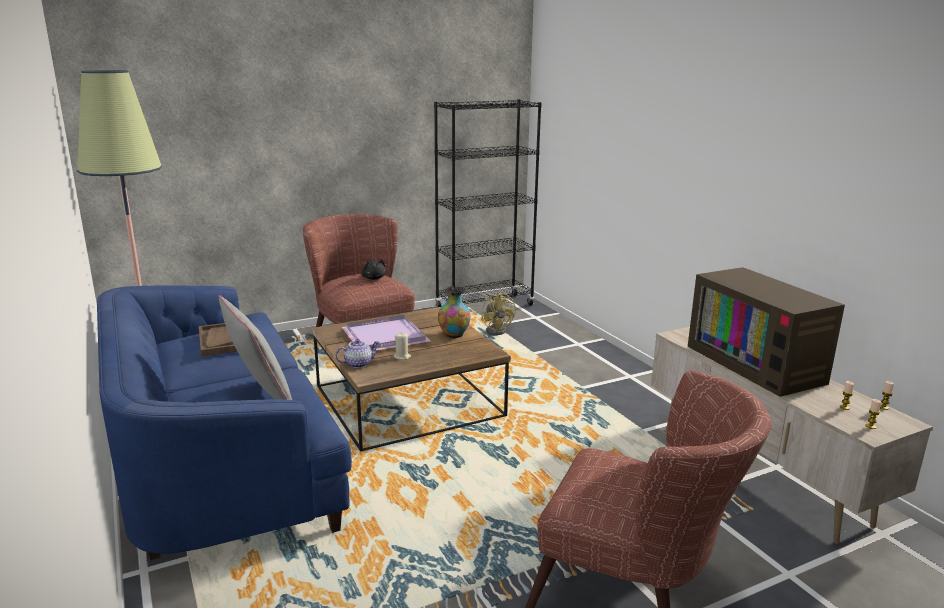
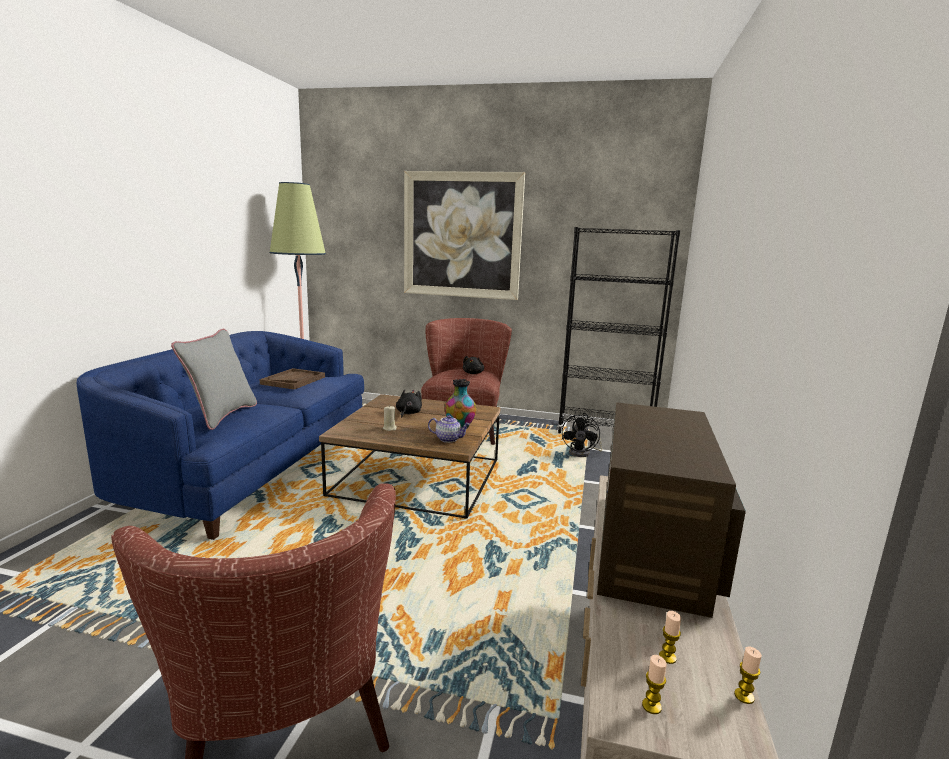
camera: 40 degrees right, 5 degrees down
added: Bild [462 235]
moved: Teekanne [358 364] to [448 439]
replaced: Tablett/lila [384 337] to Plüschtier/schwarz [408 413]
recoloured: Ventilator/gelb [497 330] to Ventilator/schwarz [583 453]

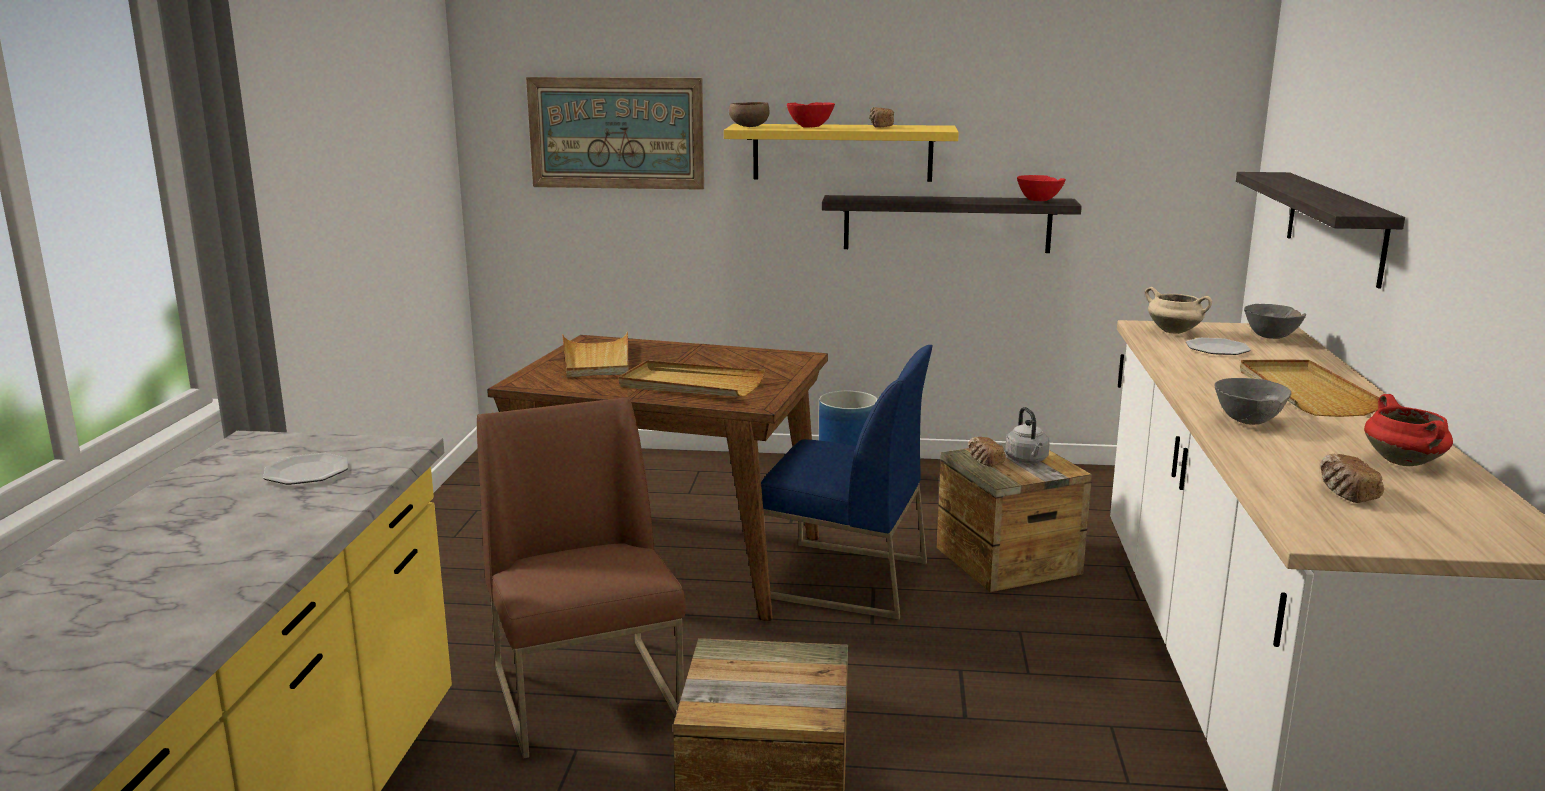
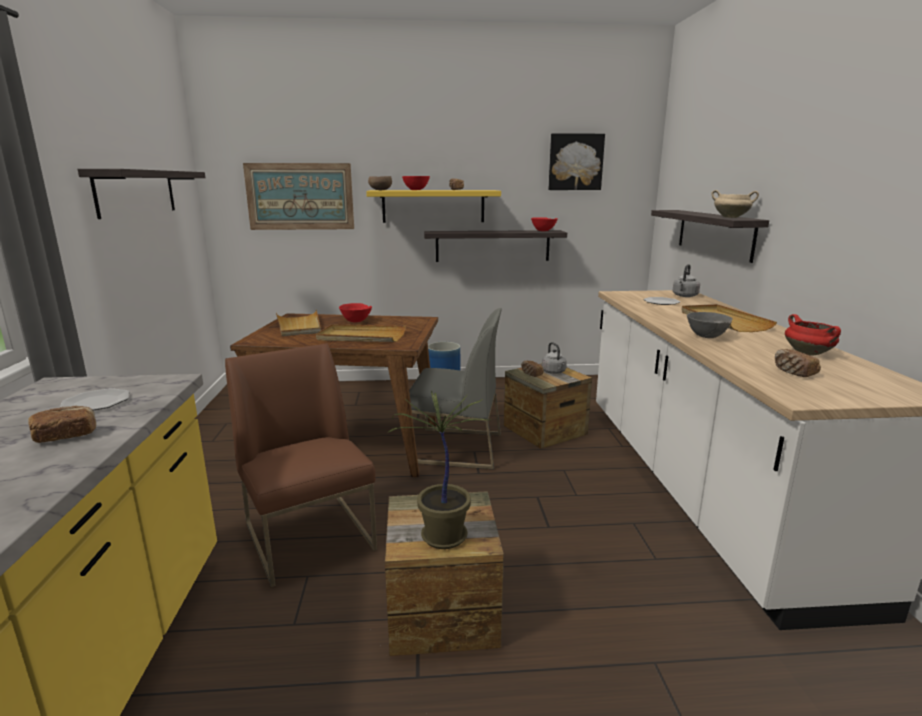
camera: 10 degrees left, 0 degrees up
added: Brot [66 436]; Wandregal [137 192]; Schüssel/rot [356 321]; Topfpflanze [442 537]; Bild [575 162]
moved: Kochtopf/beige [1175 331] to [731 217]
replaced: Schüssel/grau [1271 337] to Wasserkessel/grau [684 296]
recoloured: Stuhl/blau [844 579] to Stuhl/grau [456 448]

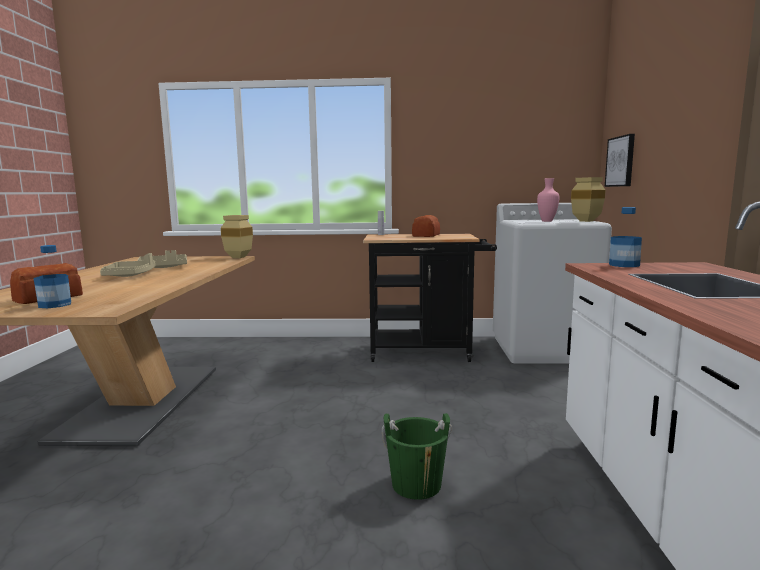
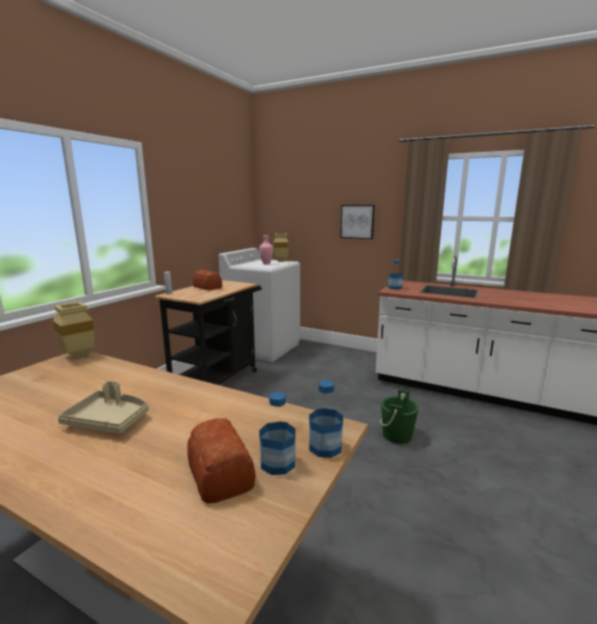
camera: 65 degrees left, 5 degrees up
removed: Tablett/beige [164 267]
added: Flasche [325 447]
moved: Bild [621 161] to [357 221]

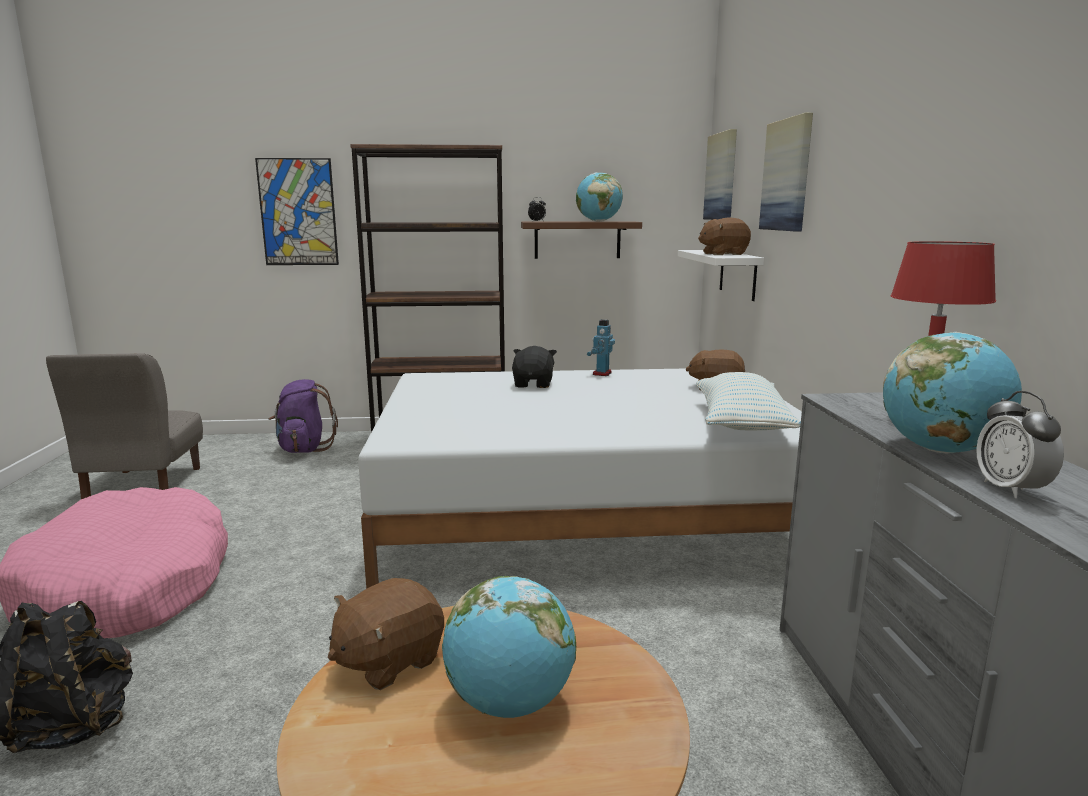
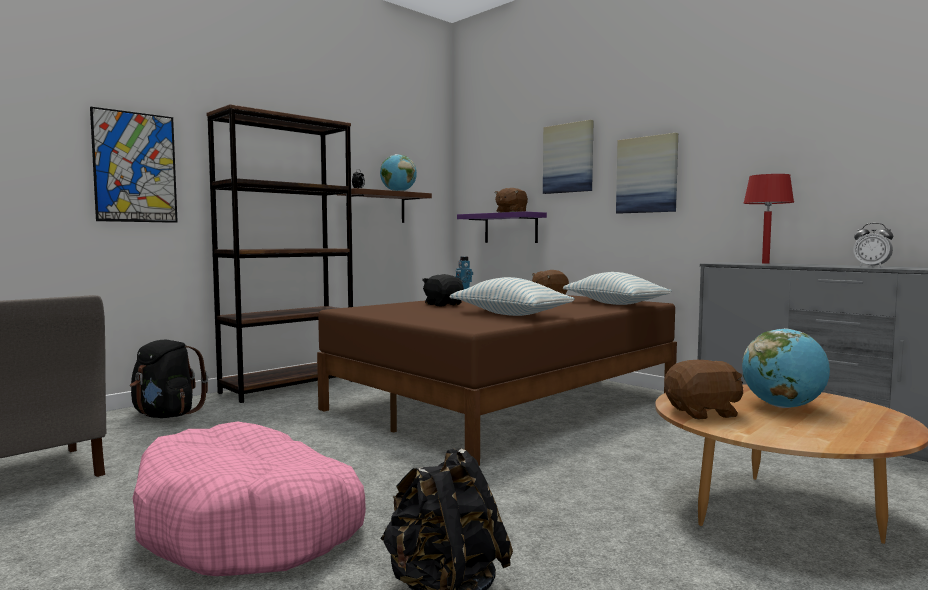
camera: 40 degrees left, 10 degrees down
removed: Globus [941 450]
added: Kissen [510 314]
moved: Bild [721 177] to [647 175]
recoloured: Rucksack/lila [304 449] to Rucksack/schwarz [166 415]; Bett/weiß [586 520] to Bett/braun [505 401]; Wandregal/weiß [738 274] to Wandregal/lila [510 228]
turned: Plüschtier/braun [388 661] = [703 413] 105 degrees counterclockwise

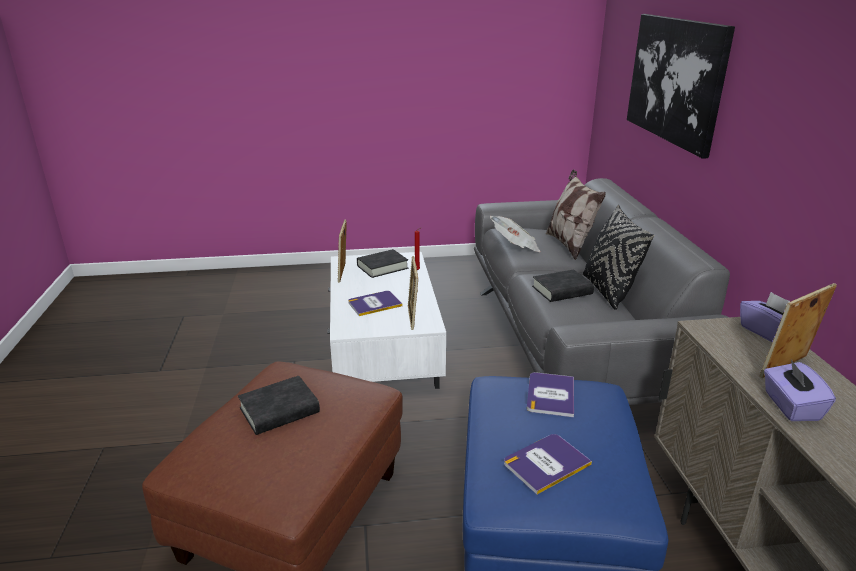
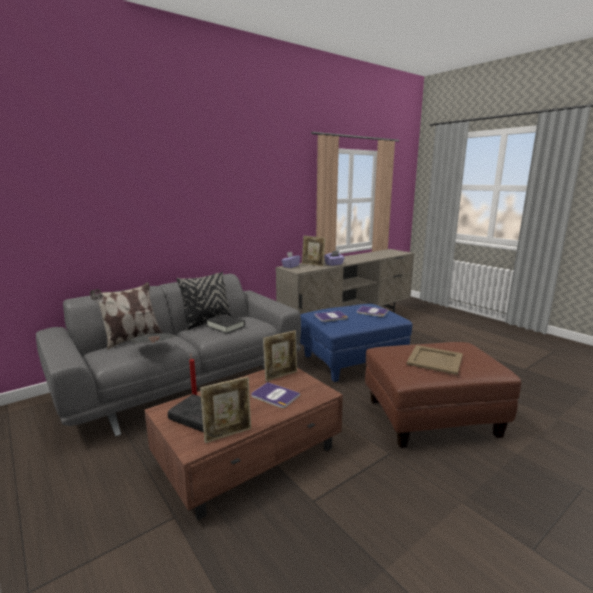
camera: 120 degrees left, 10 degrees down
removed: Bild [675 80]
replaced: Buch/schwarz [279 411] to Tablett/beige [434 359]
recoloured: Couchtisch/weiß [383 347] to Couchtisch/braun [250 455]

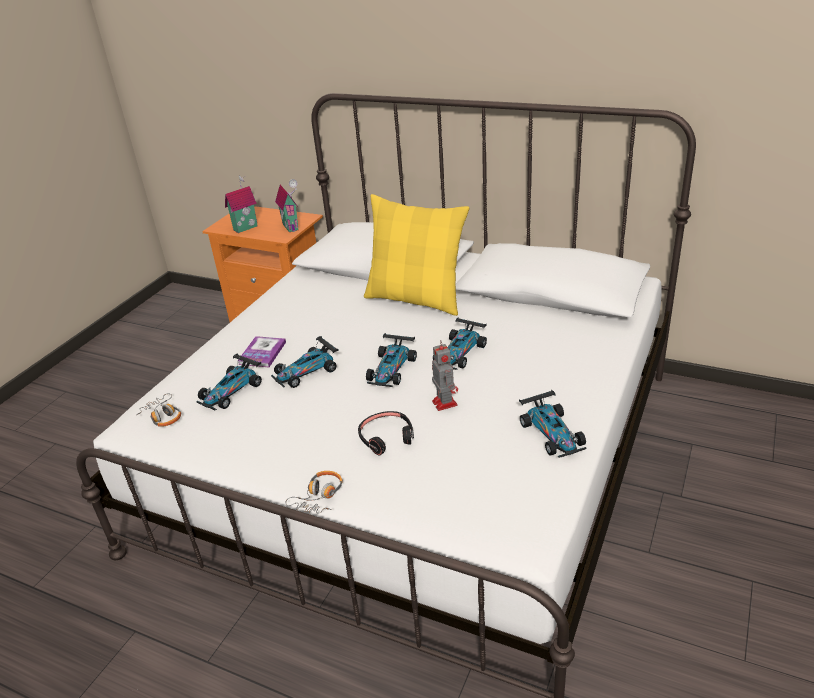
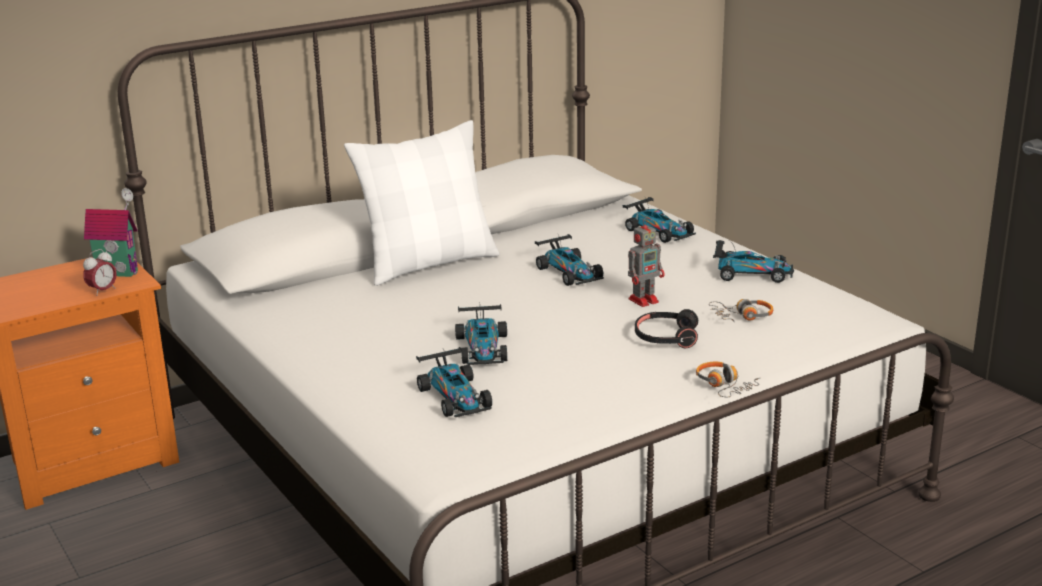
camera: 60 degrees left, 10 degrees down
removed: Spielzeughaus [245 227]; Buch [262 353]
added: Wecker [102 291]
moved: Kopfhörer [163 416] to [742 316]; Spielzeugauto [391 369] to [659 231]
recoloured: Kissen/gelb [416 299] to Kissen/weiß [429 264]
turned: Spielzeugroboter [444 402] = [644 300] 135 degrees clockwise

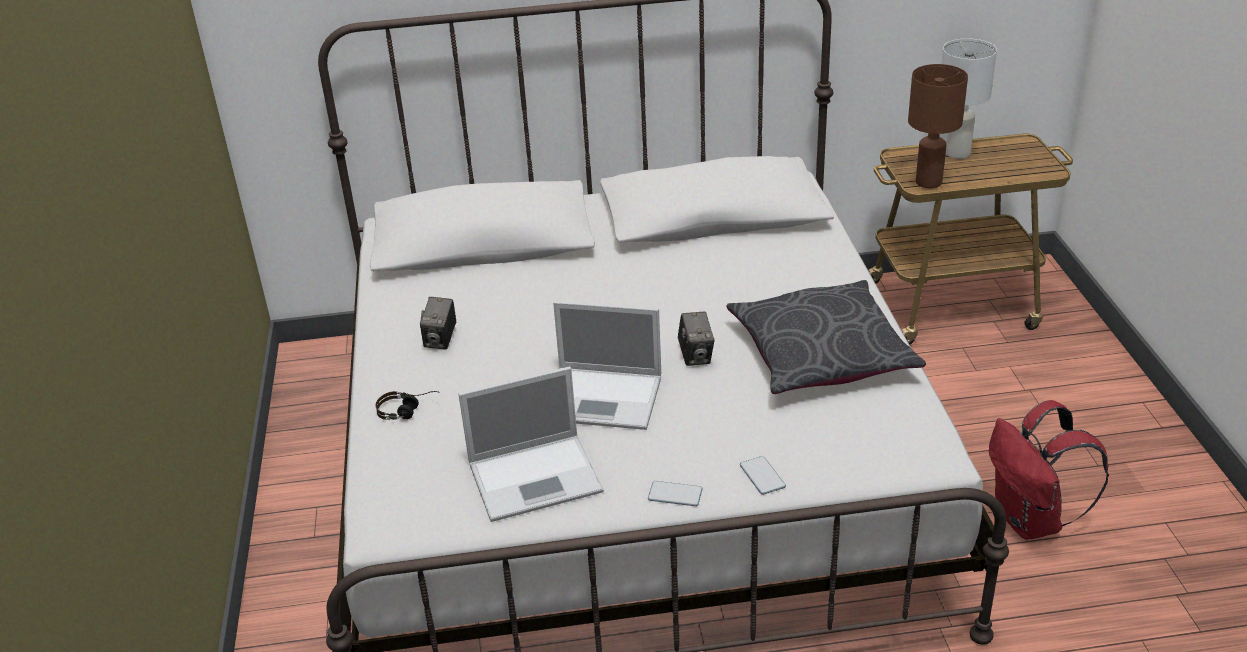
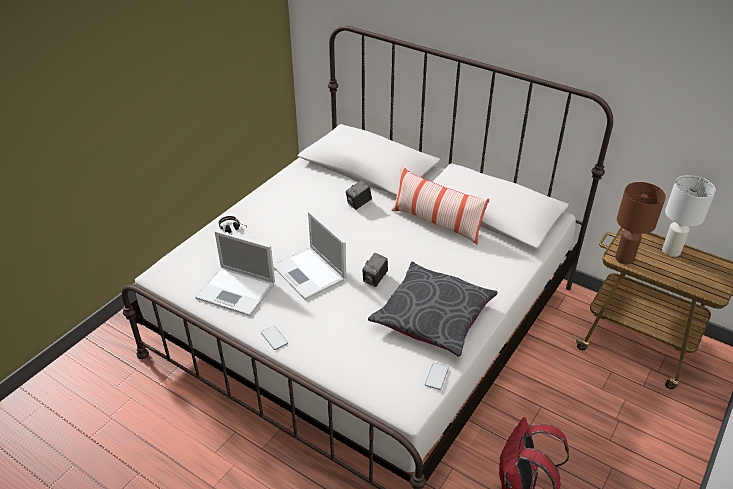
camera: 40 degrees right, 5 degrees up
added: Kissen [436 223]
moved: Kamera [441 340] to [359 204]; Handy [762 476] to [436 376]

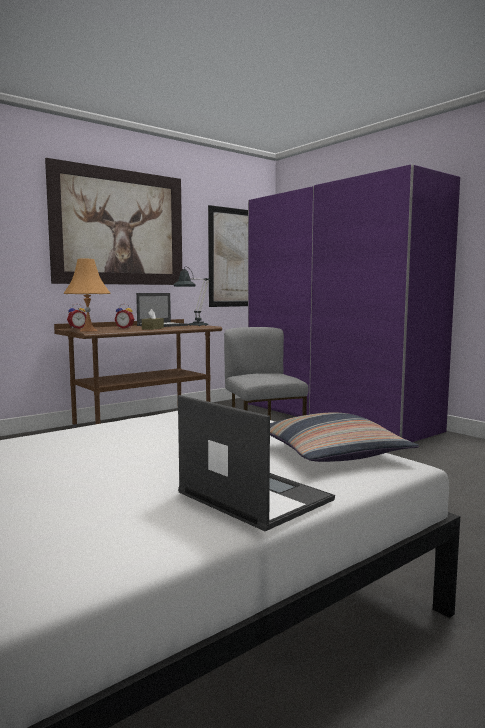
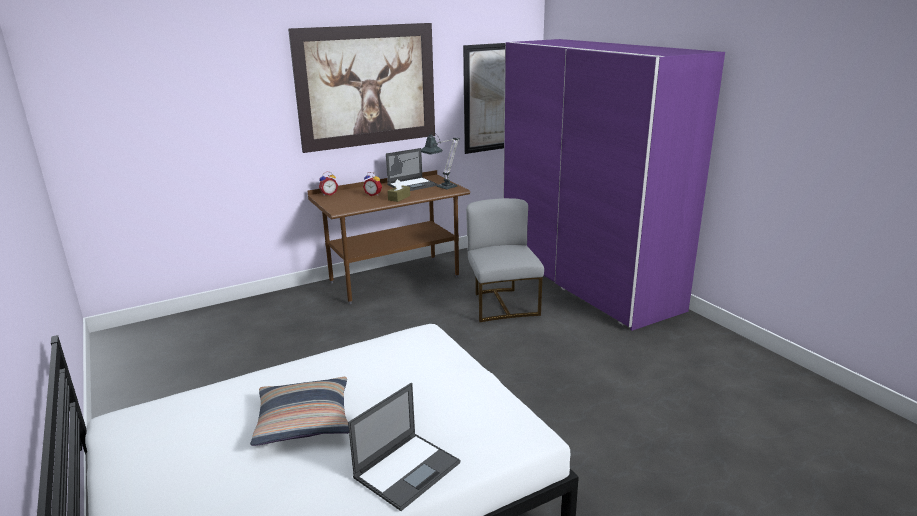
camera: 10 degrees right, 15 degrees up
removed: Tischlampe/orange [88 330]
moved: Kissen [331 453] to [304 420]
turned: Laptop [252 496] = [408 469] 75 degrees clockwise

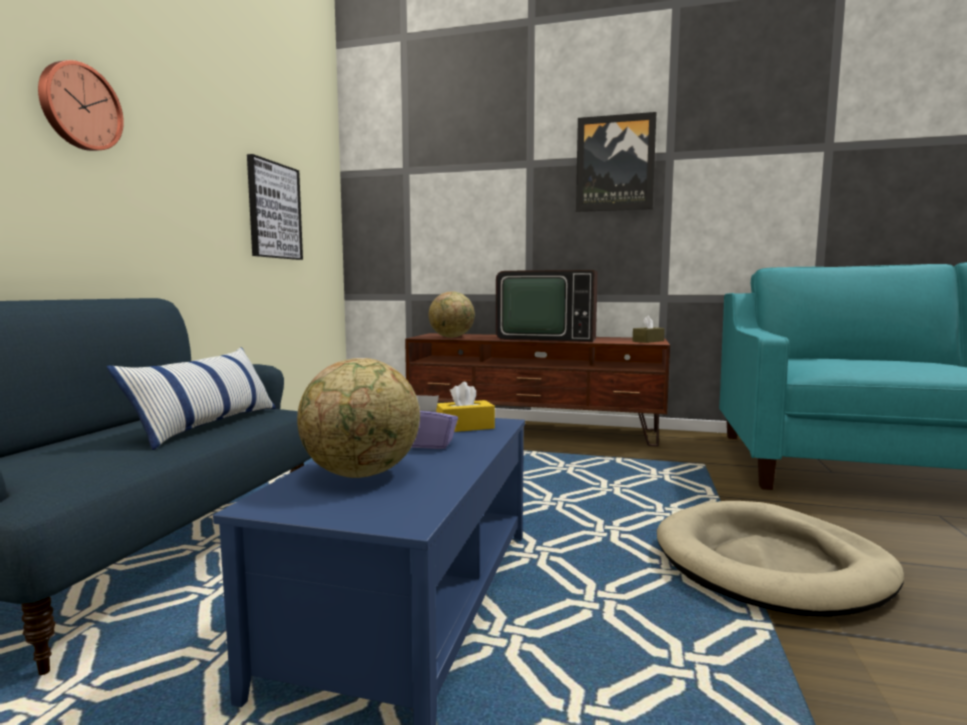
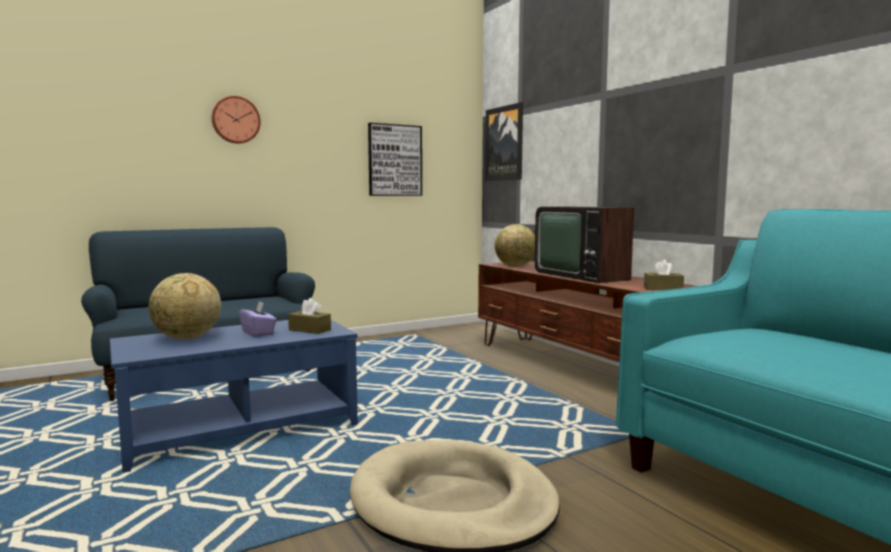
camera: 45 degrees right, 0 degrees up
removed: Kissen [207 425]
moved: Bild [615 163] to [504 143]
recoloured: Taschentuchbox/gelb [465 427] to Taschentuchbox/braun [309 330]

